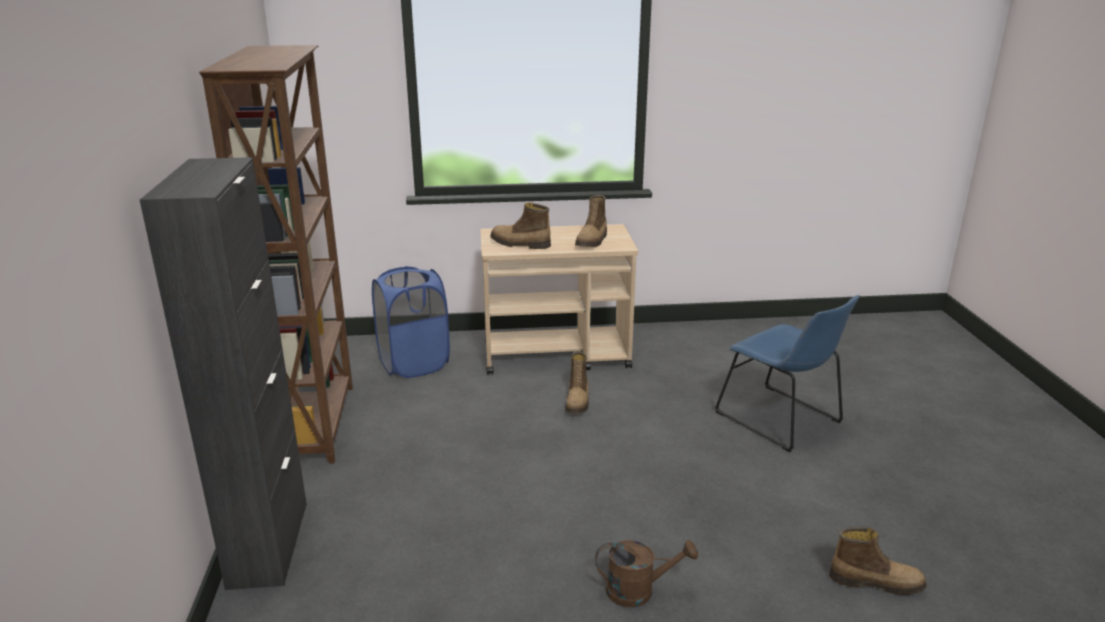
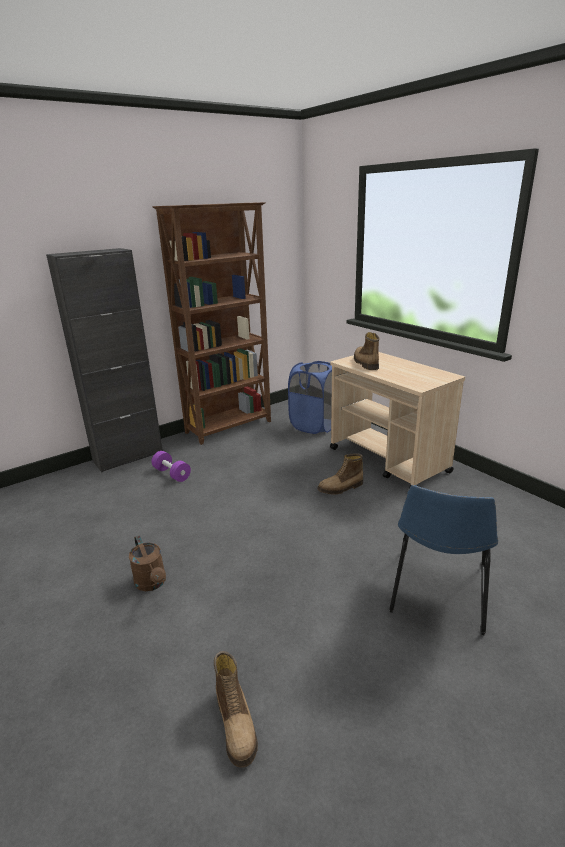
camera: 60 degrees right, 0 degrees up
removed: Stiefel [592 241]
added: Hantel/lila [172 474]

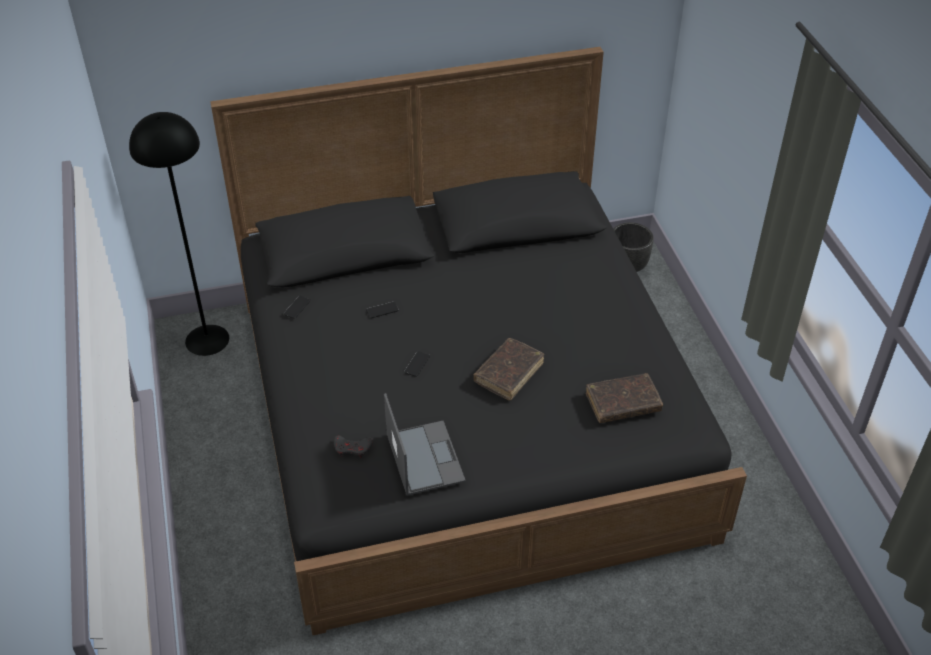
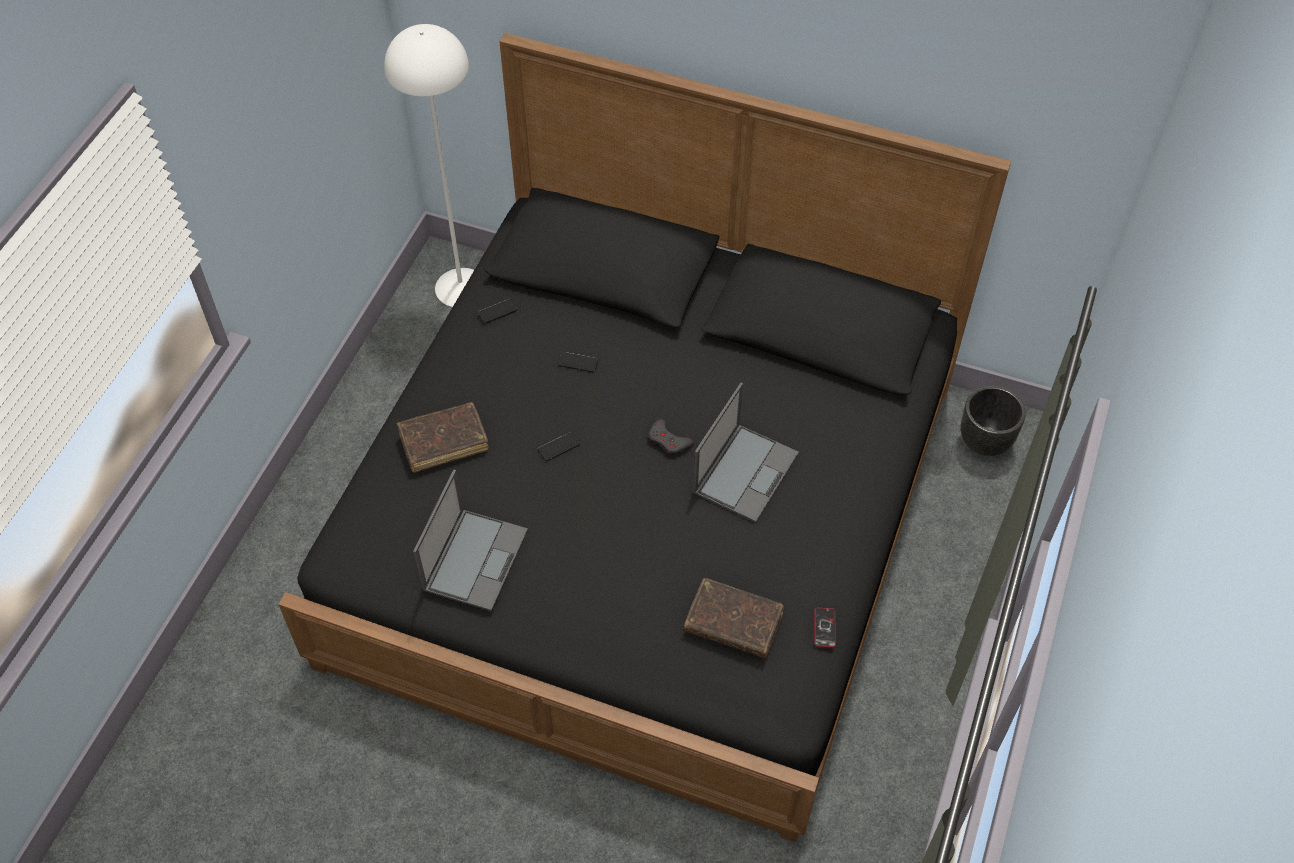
camera: 35 degrees right, 10 degrees up
added: Laptop [746 471]; Handy [824 627]
moved: Gamepad/grau [352 448] to [668 441]; Buch/braun [508 373] to [444 442]
recoloured: Stehlampe/schwarz [207 339] to Stehlampe/weiß [461 287]

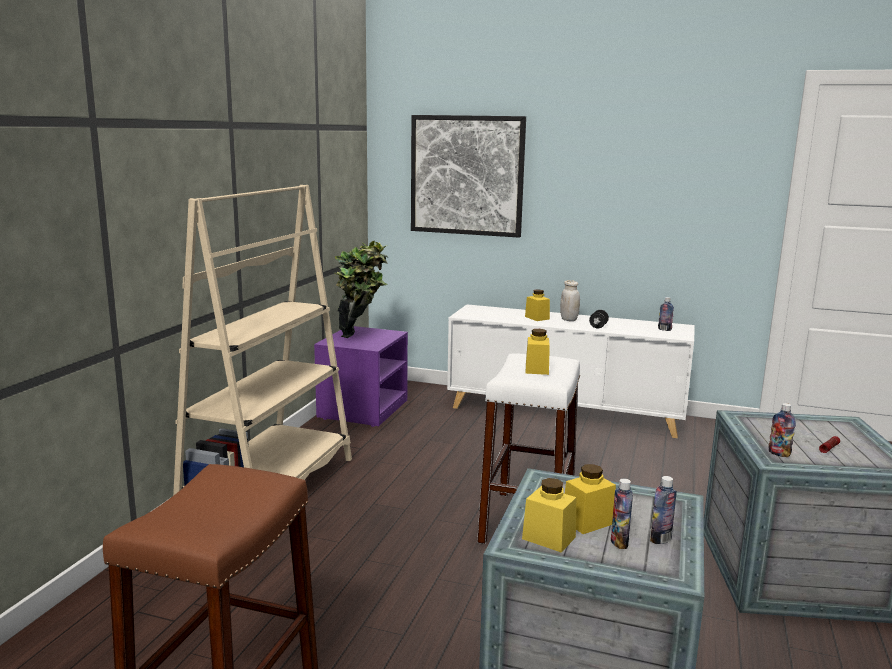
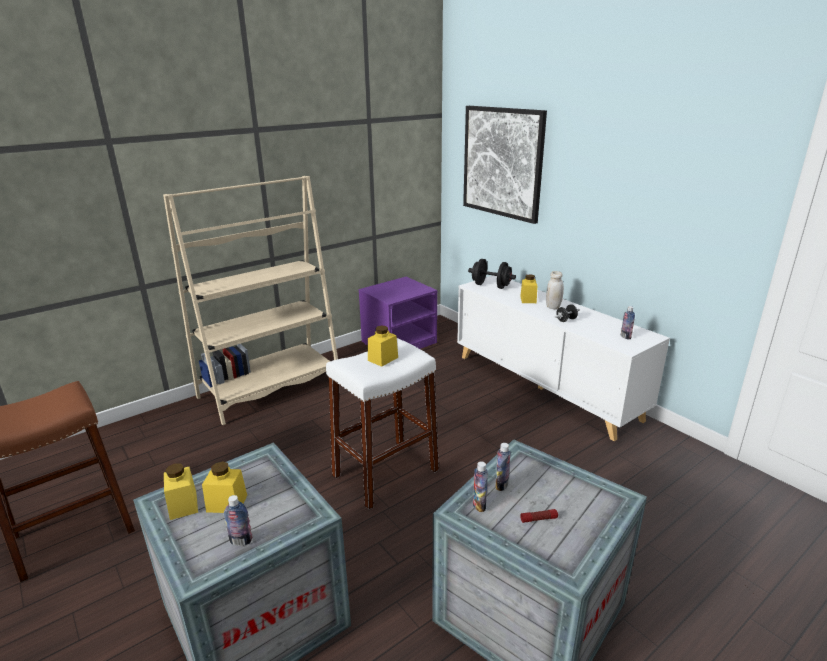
camera: 35 degrees right, 10 degrees up
removed: Topfpflanze [360 334]
added: Hantel/schwarz [491 286]
moved: Flasche [619 542] to [501 485]

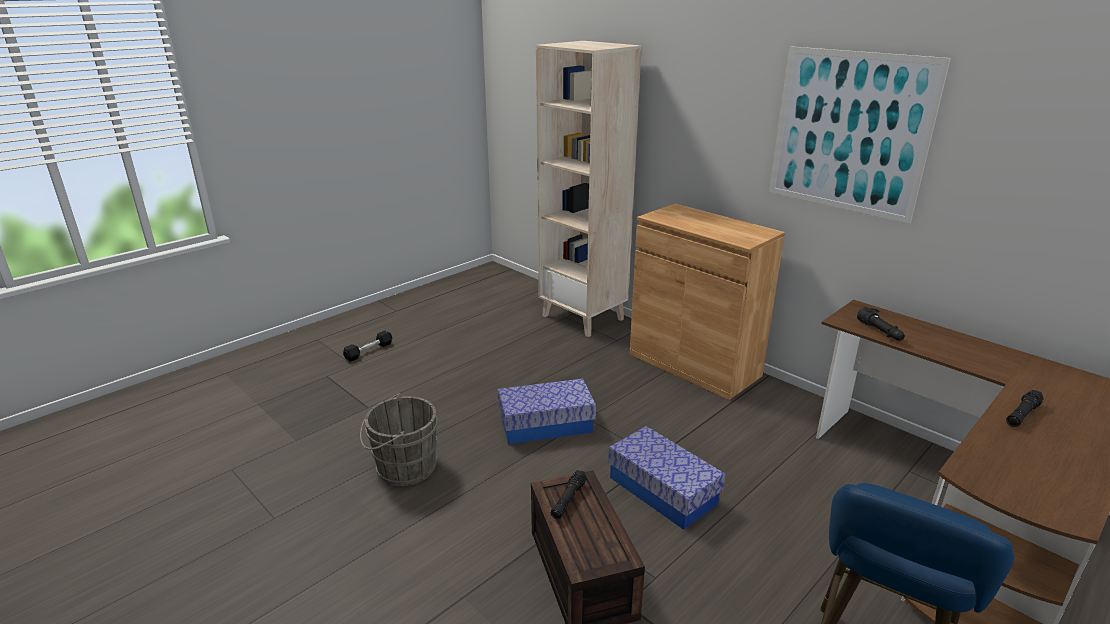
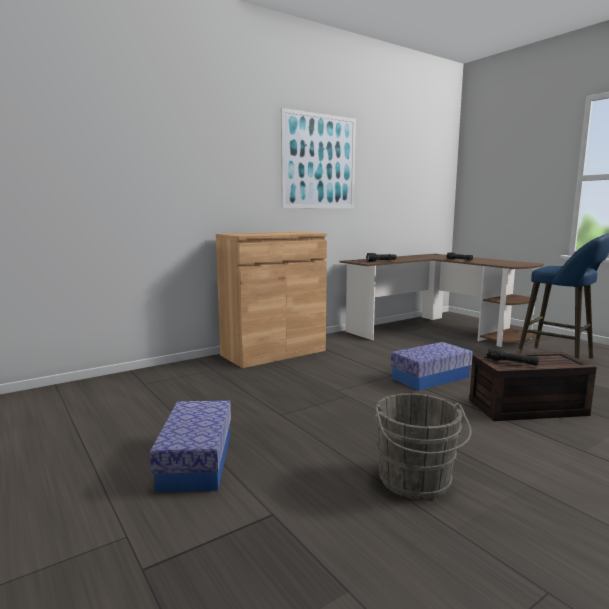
camera: 80 degrees left, 15 degrees down
removed: Hantel/schwarz [368 351]; Bücherregal/beige [583 317]
moved: Aufbewahrungsbox [546 424] to [196 461]

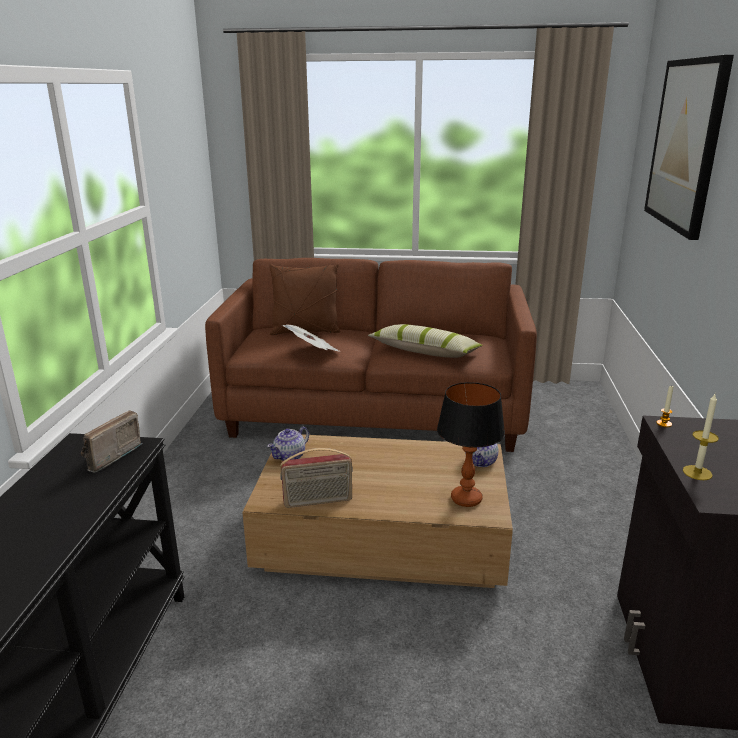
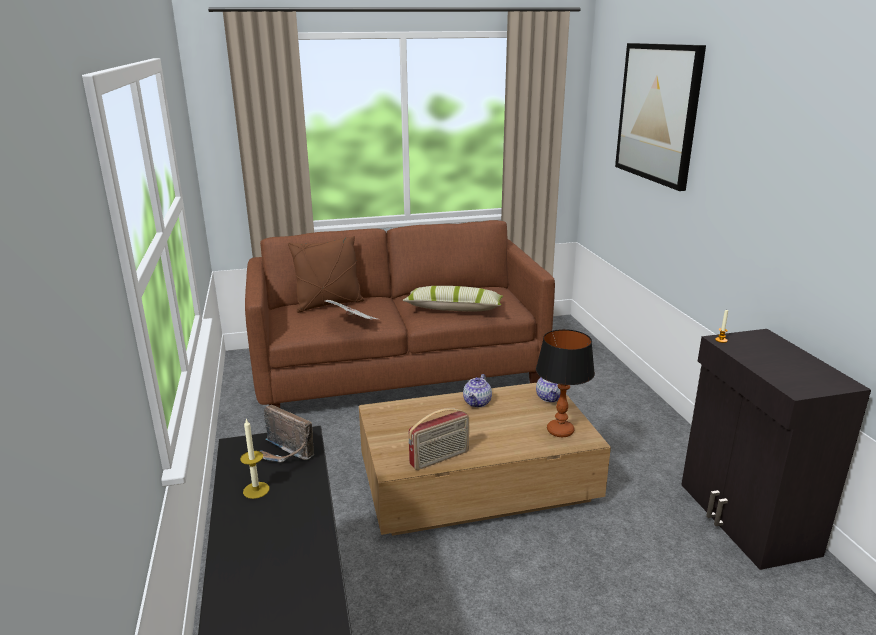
camera: 20 degrees left, 0 degrees up
moved: Teekanne [289 457] to [477 402]; Kerze [697 472] to [256 490]
turned: Radio [107 457] = [284 453] 60 degrees counterclockwise

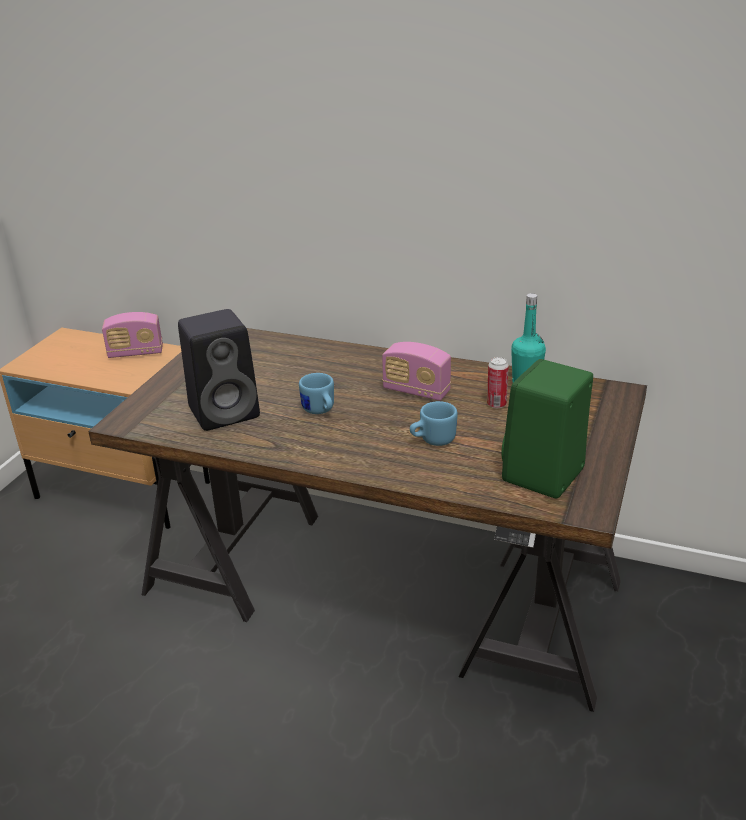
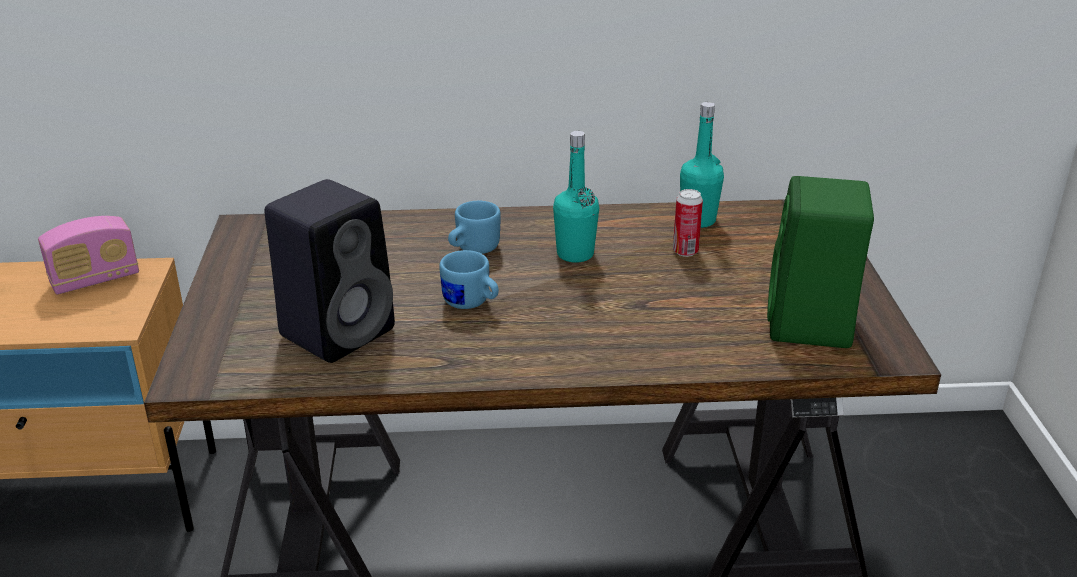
camera: 25 degrees left, 0 degrees up
moved: Henkelbecher/blau [432 440] to [472 249]
replaced: Radio [416 391] to Flasche/türkis [575 254]

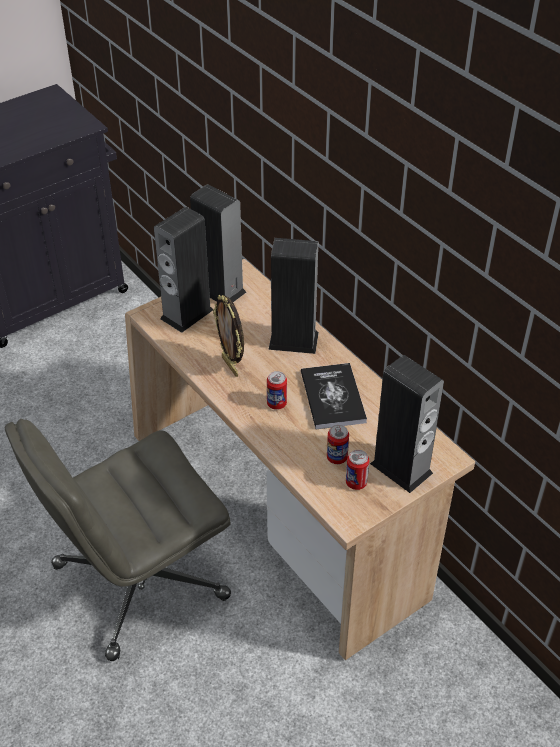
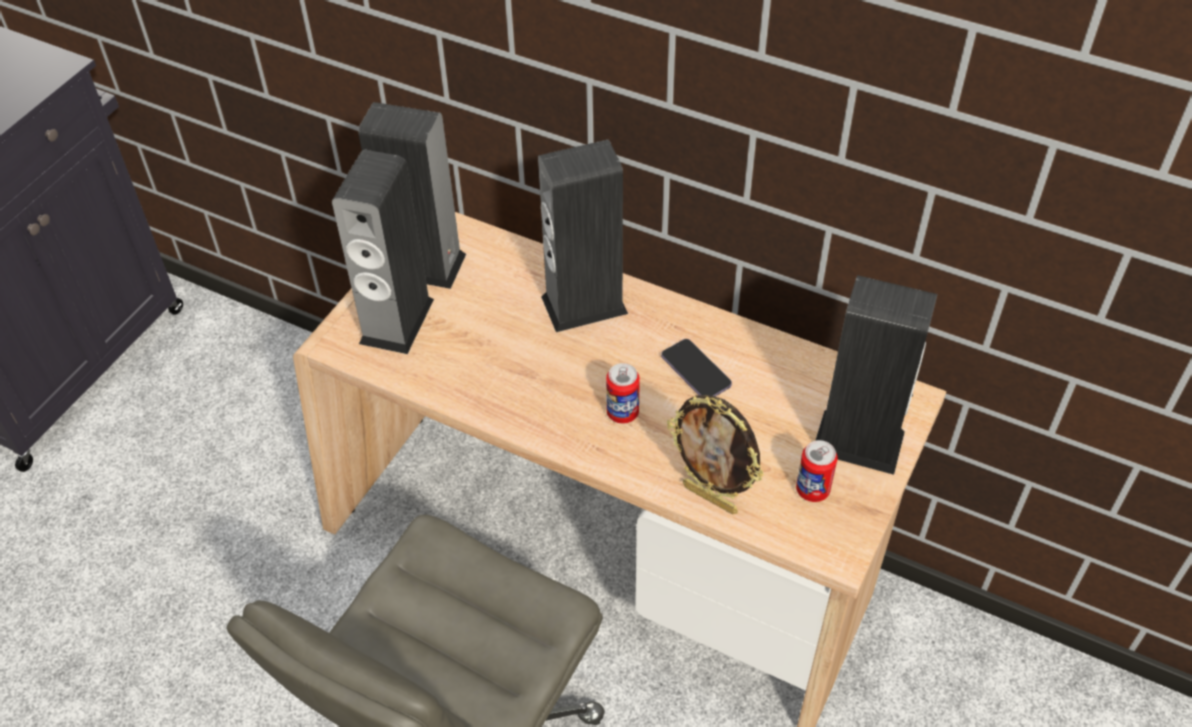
camera: 25 degrees left, 5 degrees up
removed: Dose [337 457]
moved: Bilderrahmen [231 366] to [711 498]
replaced: Buch [332 397] to Handy [696 371]

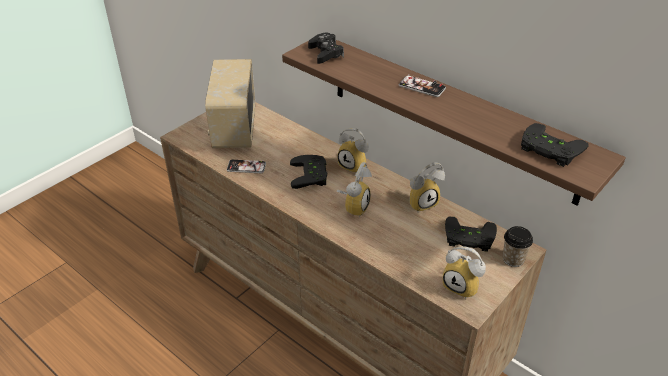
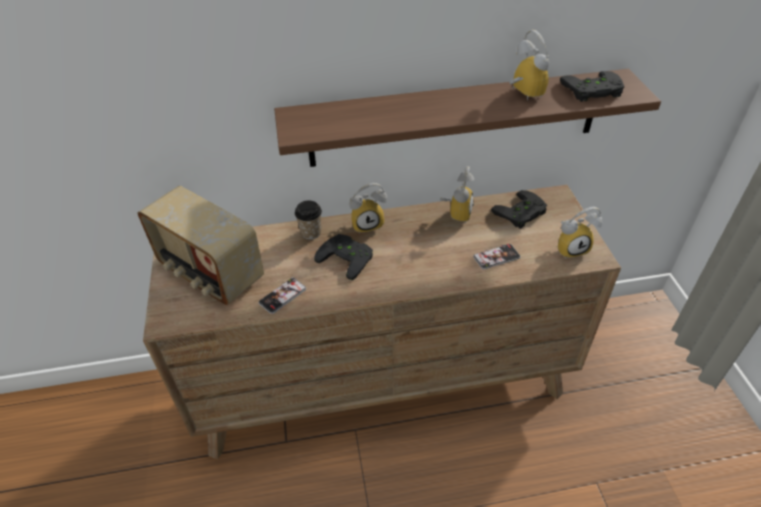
camera: 50 degrees left, 5 degrees up
removed: Gamepad/schwarz [326 53]
moved: Wecker [353 207] to [521 94]; Handy [422 87] to [496 257]; Tasse [513 259] to [311 232]

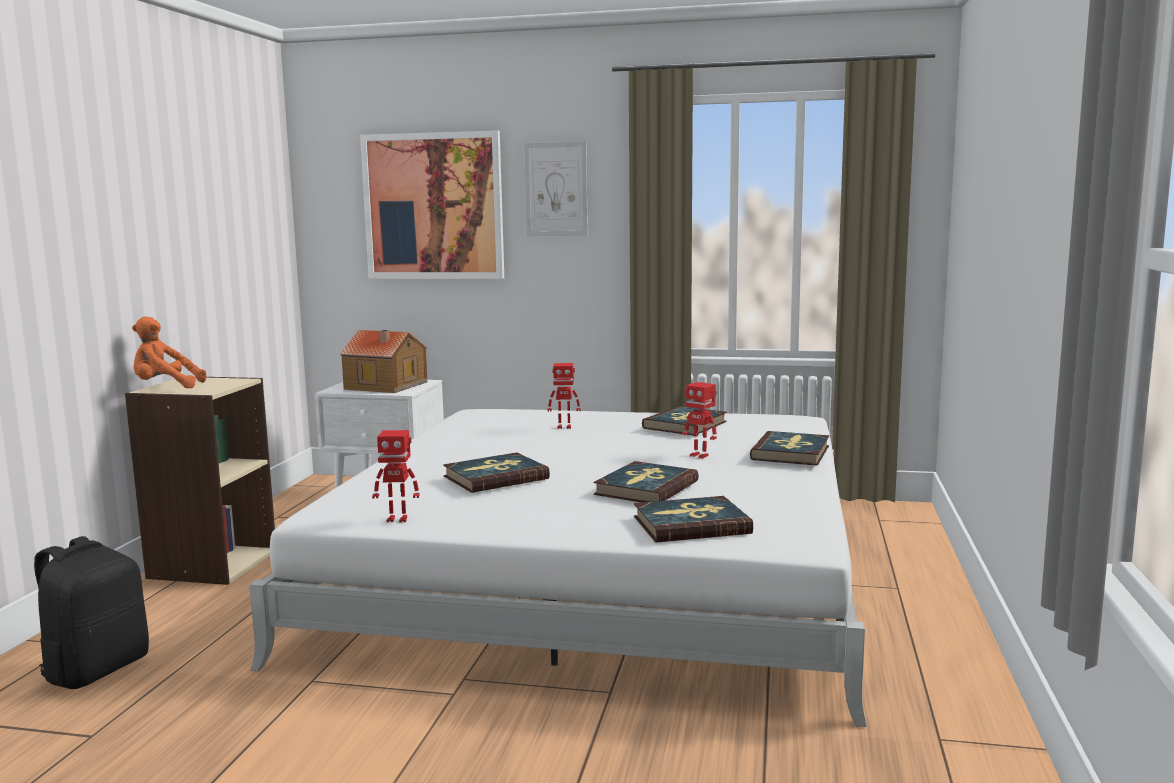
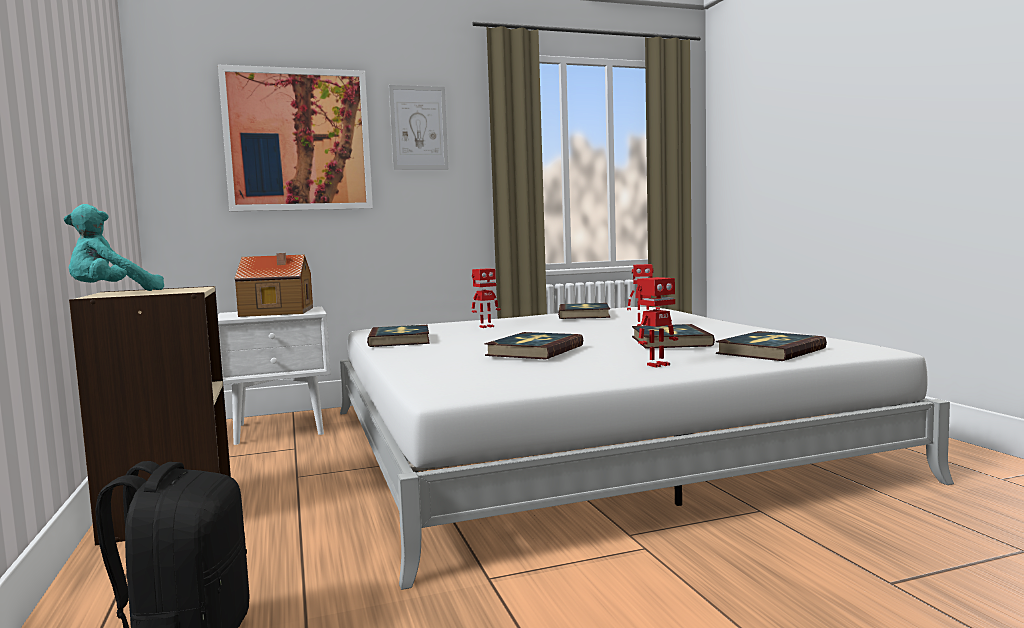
camera: 30 degrees left, 5 degrees down
moved: Spielzeugroboter [398 519] to [657 365]; Buch [791 453] to [400 340]
recoloured: Plüschtier/orange [165 387] to Plüschtier/türkis [112 294]

